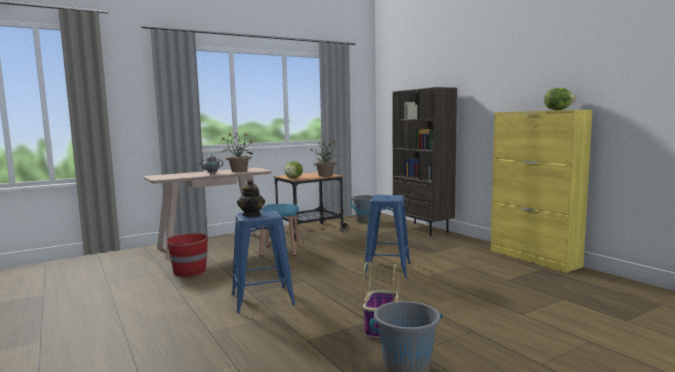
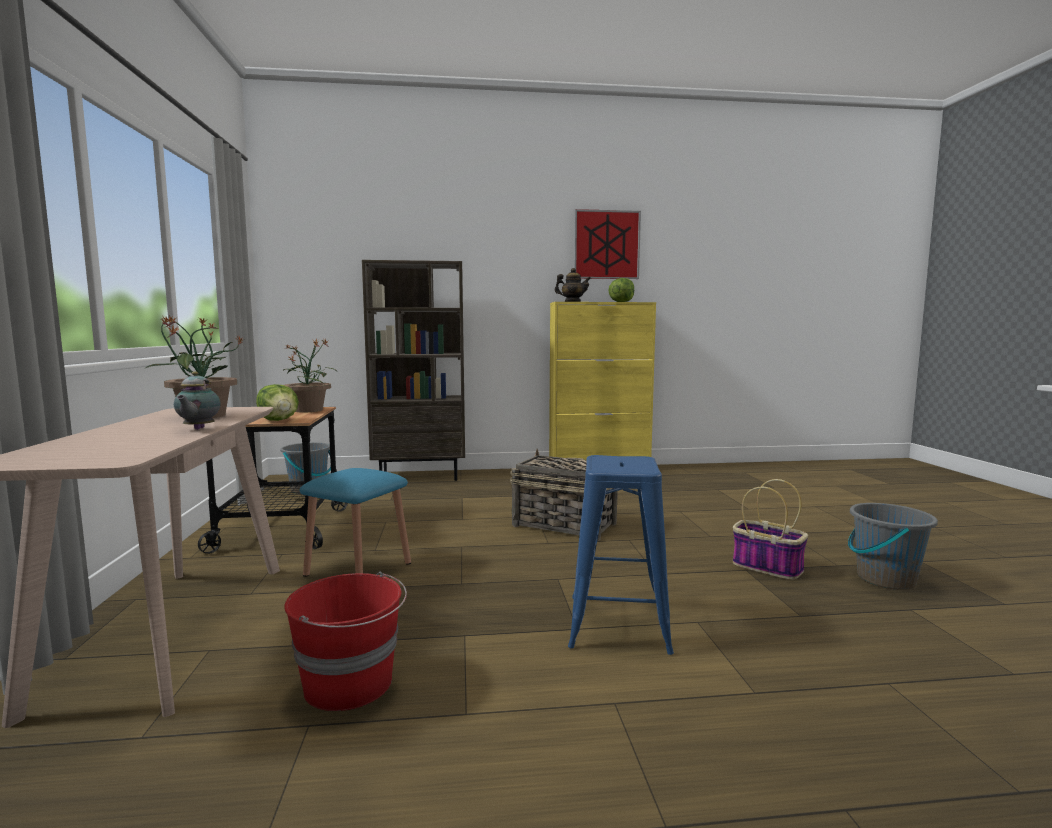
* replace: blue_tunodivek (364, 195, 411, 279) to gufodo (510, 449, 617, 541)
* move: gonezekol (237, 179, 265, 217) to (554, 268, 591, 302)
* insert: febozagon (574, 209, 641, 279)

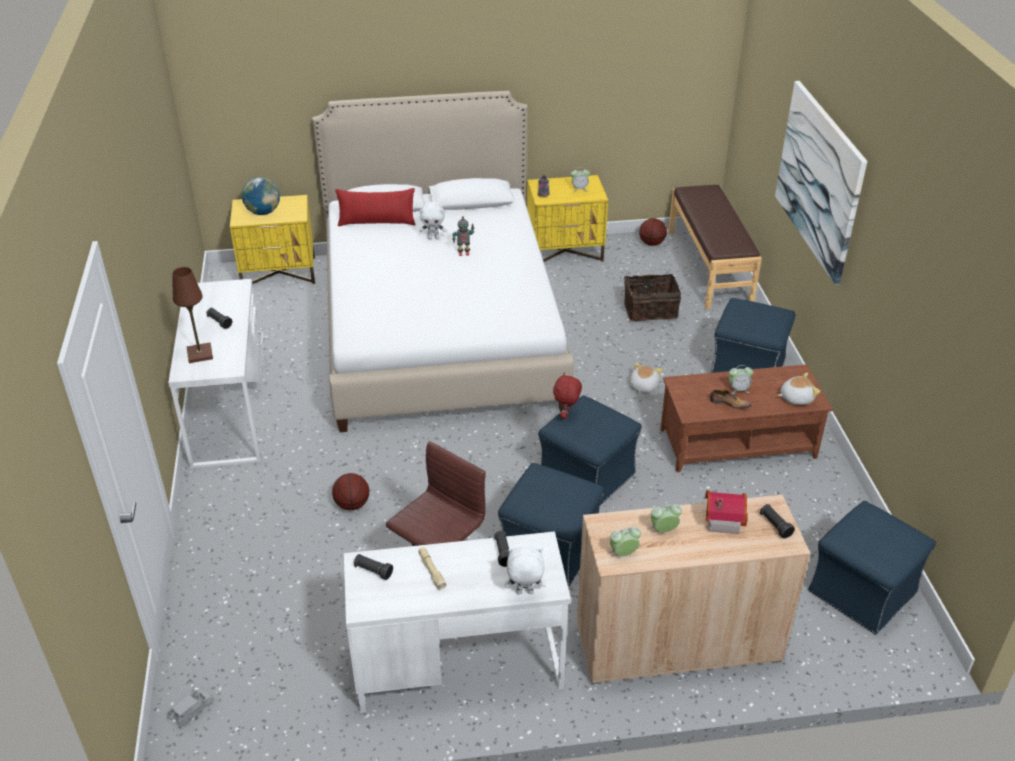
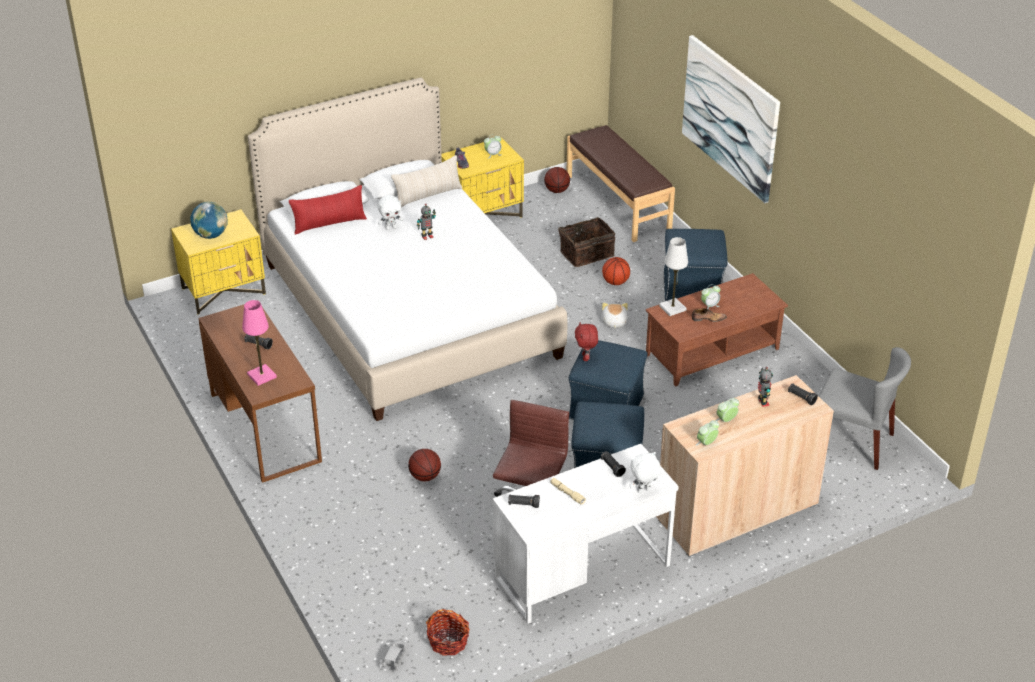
* recolor: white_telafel (168, 279, 266, 468) to brown_telafel (198, 300, 322, 483)
* recolor: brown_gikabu (172, 267, 213, 363) to pink_gikabu (242, 300, 277, 386)
* insert: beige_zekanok (391, 155, 462, 207)
* insert: gufodo (426, 609, 469, 656)
* insert: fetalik (602, 257, 630, 285)
* insert: white_gikabu (659, 237, 688, 316)
* replace: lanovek (705, 490, 748, 534) to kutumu (758, 367, 773, 407)
* replace: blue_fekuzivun (808, 501, 936, 634) to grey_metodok (819, 347, 911, 470)
* delete: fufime (778, 373, 820, 405)

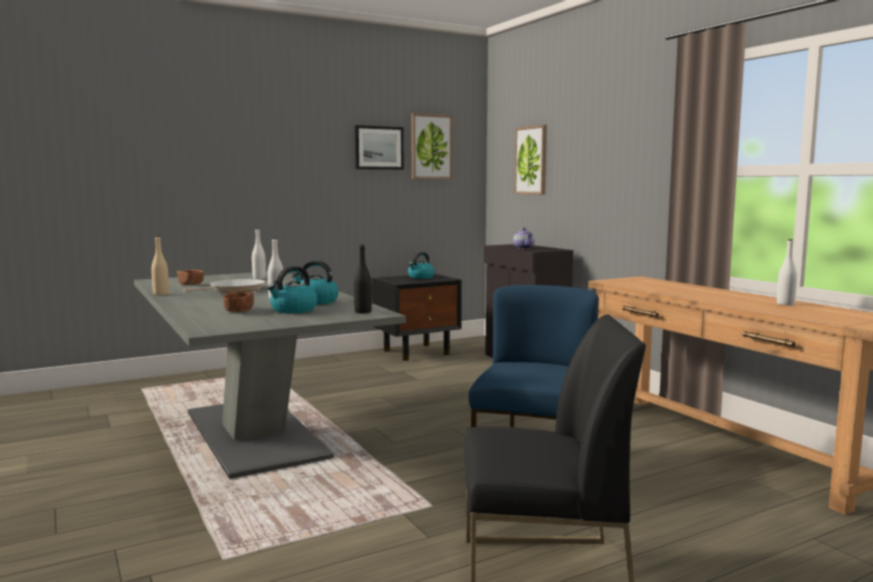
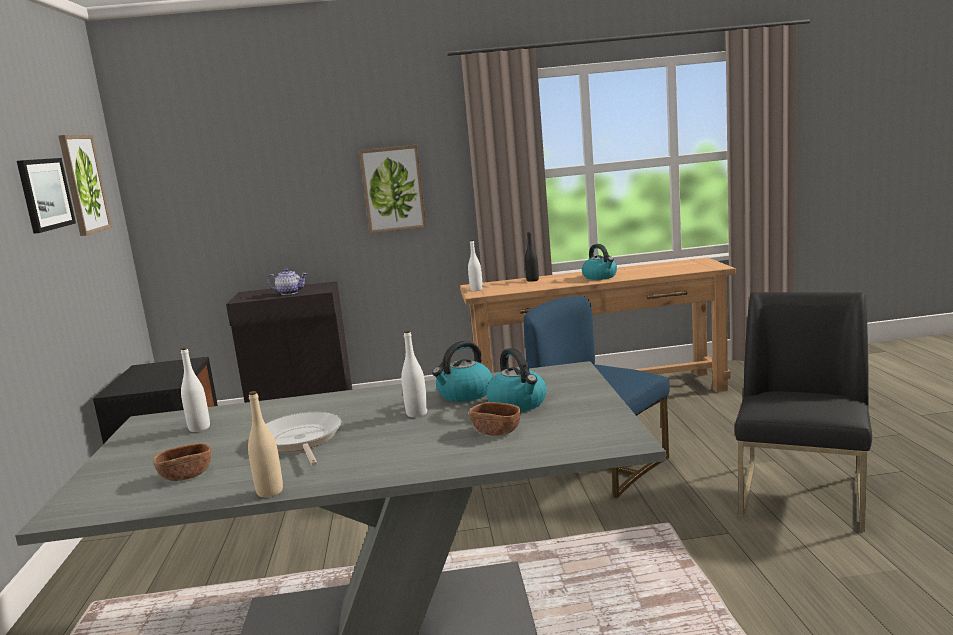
* move: febozagon (514, 125, 547, 195) to (359, 145, 426, 233)
* move: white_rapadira (777, 239, 797, 305) to (468, 240, 483, 291)
* move: black_rapadira (354, 244, 372, 313) to (525, 232, 539, 282)
* move: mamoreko (408, 252, 435, 279) to (582, 244, 617, 280)

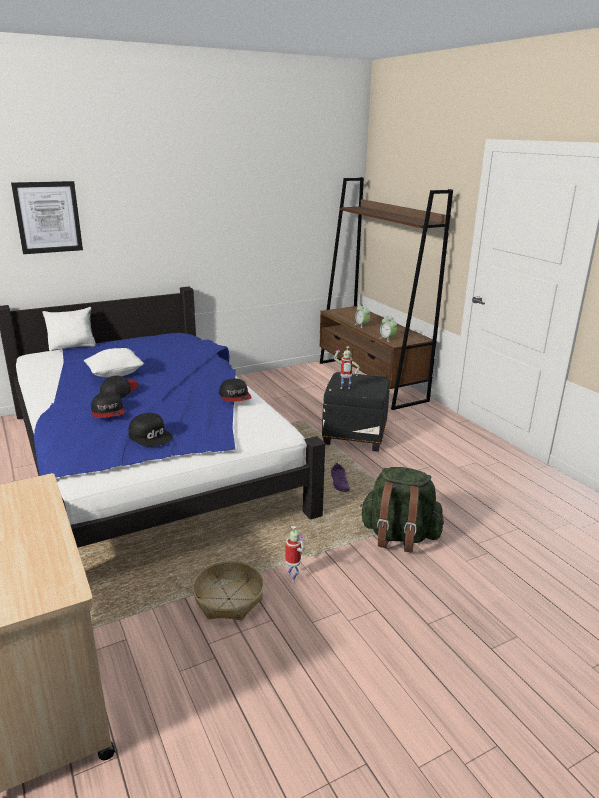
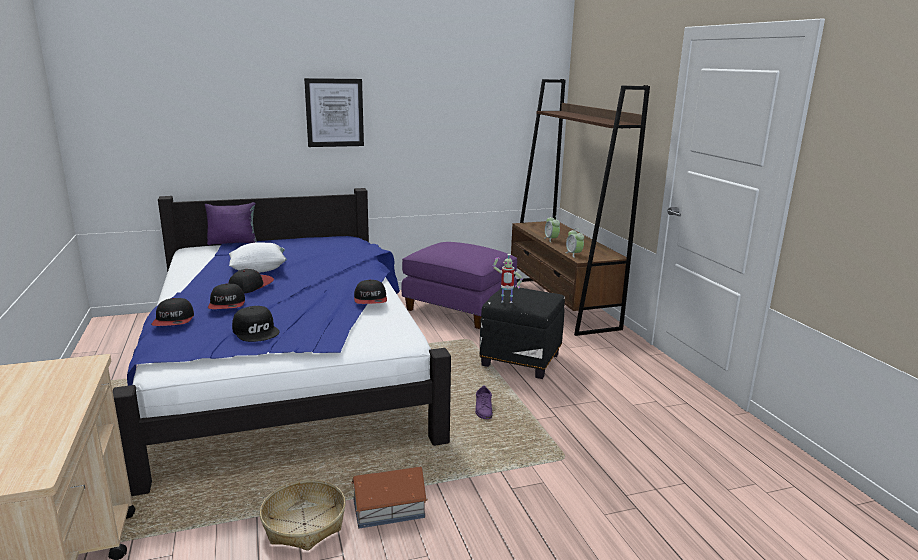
* insert: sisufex (151, 298, 194, 326)
* recolor: white_zekanok (43, 307, 96, 351) to purple_zekanok (205, 202, 257, 245)
* move: febozagon (11, 181, 83, 254) to (304, 78, 364, 147)
* replace: kutumu (285, 526, 306, 582) to lanovek (351, 467, 428, 529)
* insert: purple_fekuzivun (401, 242, 517, 329)
* delete: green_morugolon (360, 467, 444, 552)

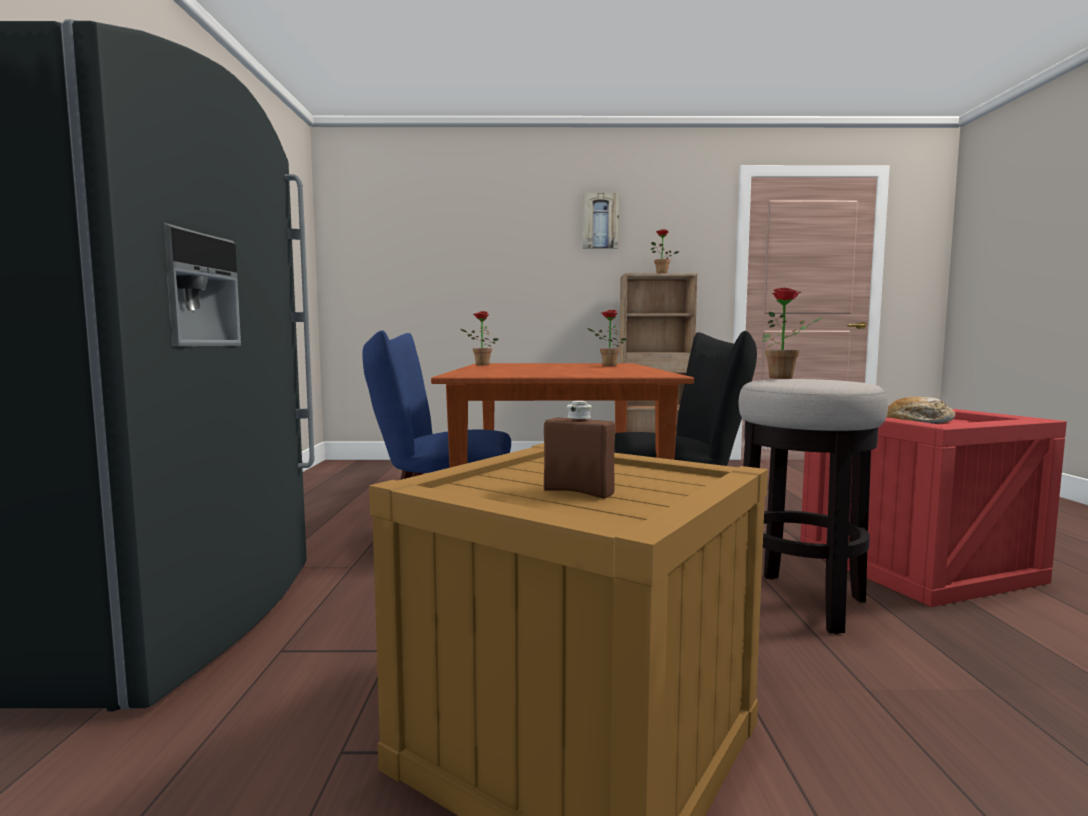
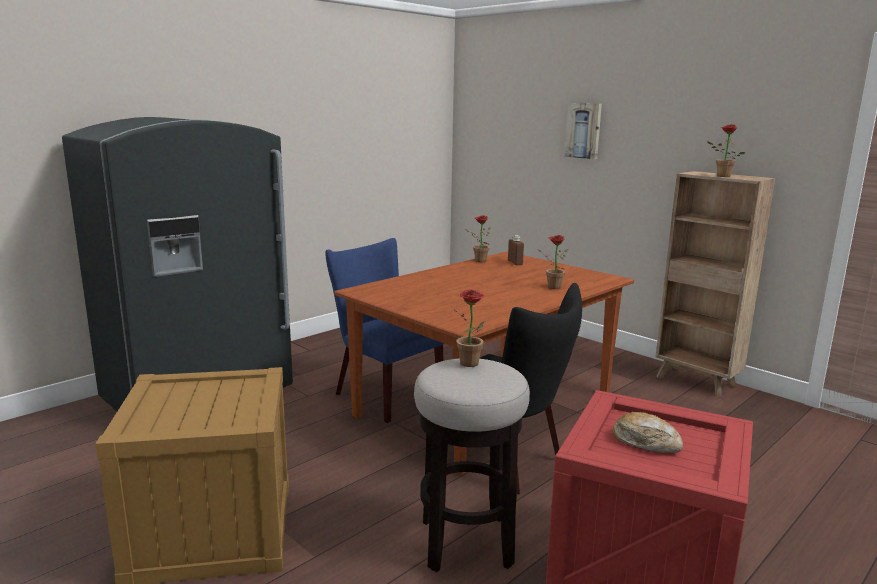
* move: brown_rapadira (544, 401, 615, 498) to (508, 235, 524, 265)
* move: febozagon (583, 193, 619, 249) to (565, 103, 602, 159)

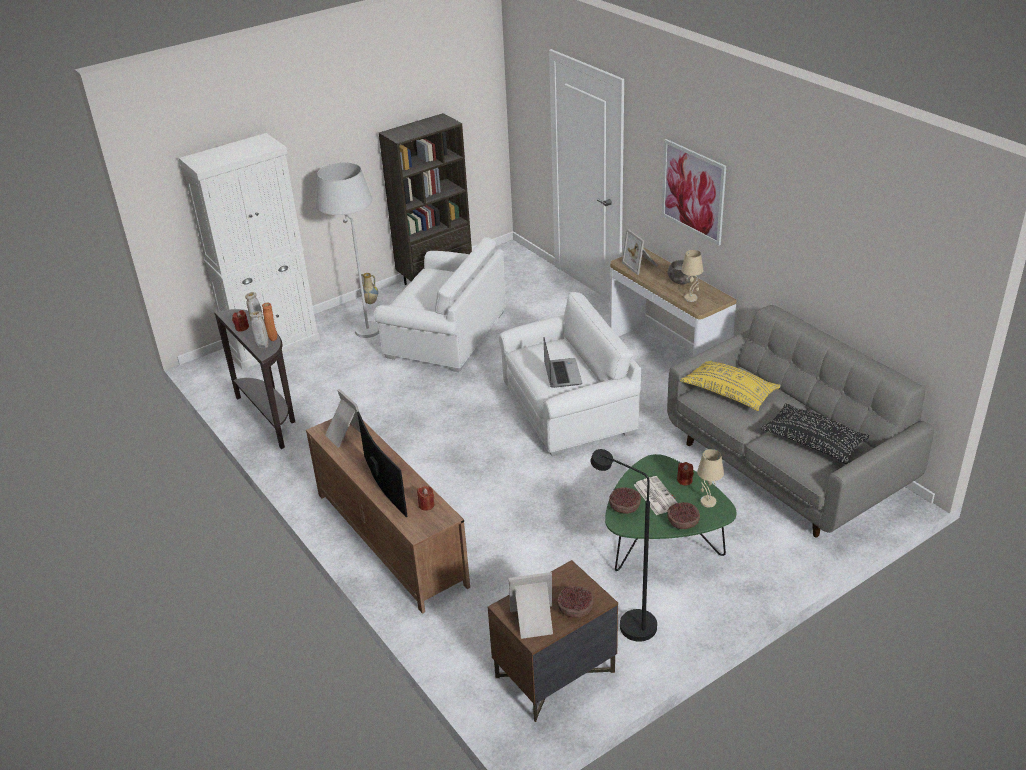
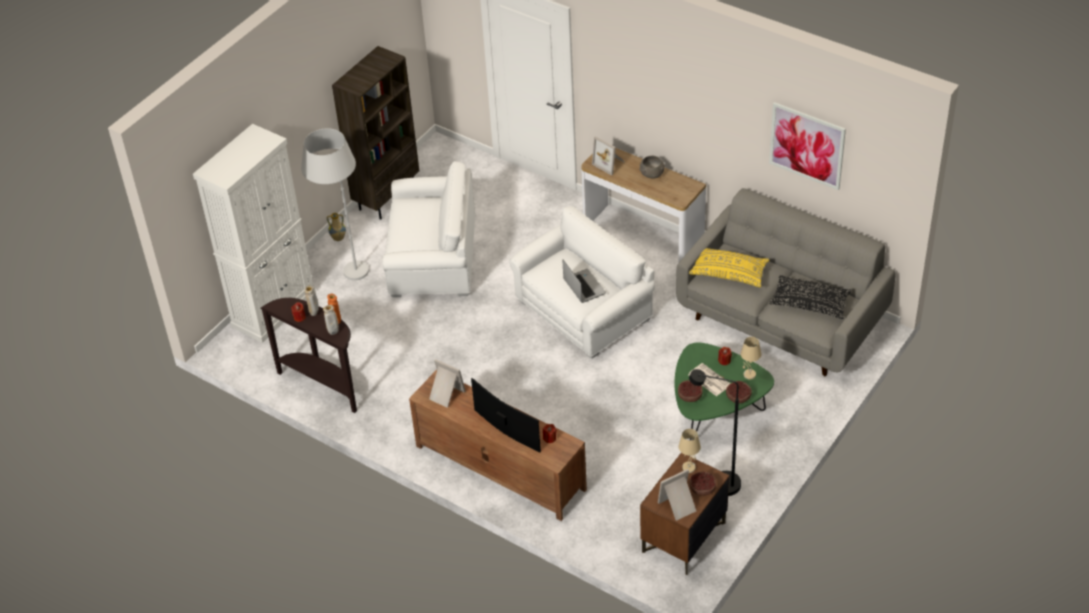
* move: beige_gikabu (681, 250, 703, 302) to (679, 429, 701, 473)
* move: febozagon (662, 139, 726, 245) to (769, 102, 846, 190)

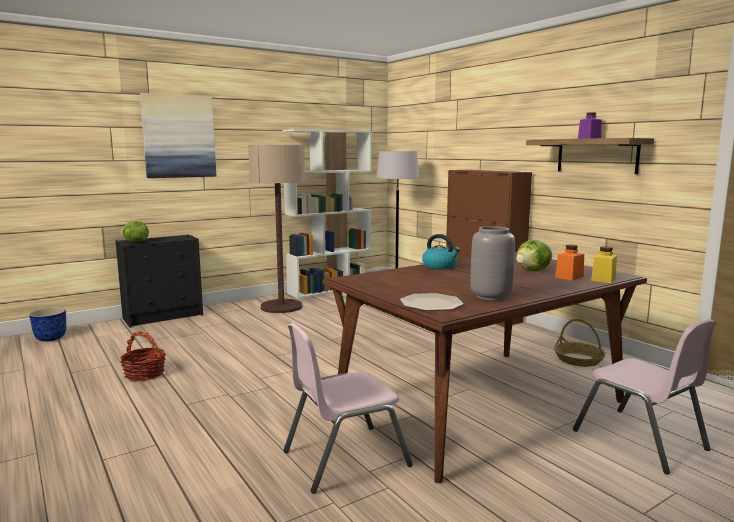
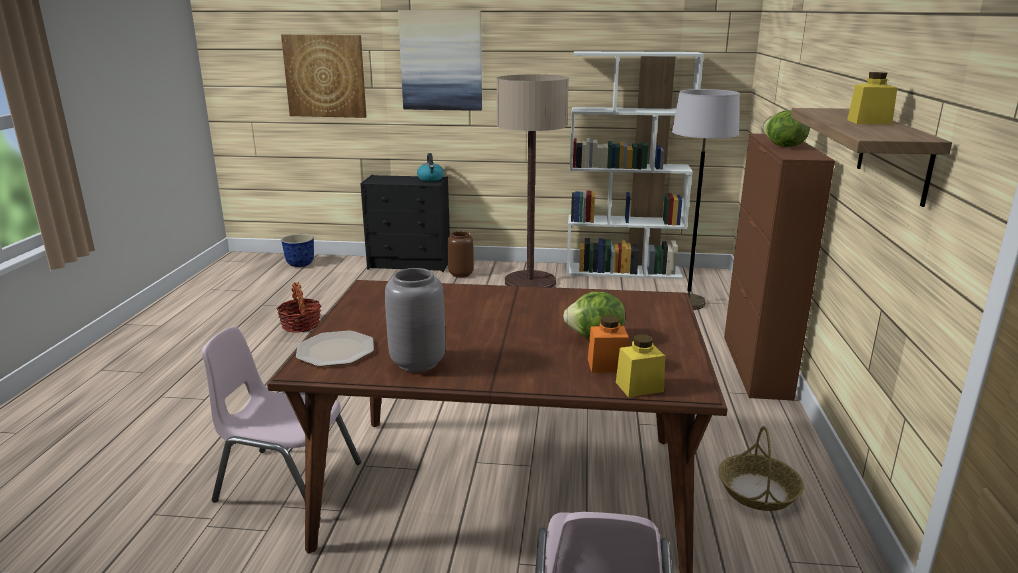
* insert: febozagon (281, 34, 366, 118)
* move: mamoreko (422, 234, 460, 269) to (417, 153, 444, 181)
* insert: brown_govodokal (447, 231, 474, 278)
* move: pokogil (120, 221, 149, 243) to (763, 111, 810, 147)
* recolor: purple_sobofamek (578, 112, 602, 139) to yellow_sobofamek (847, 72, 897, 124)

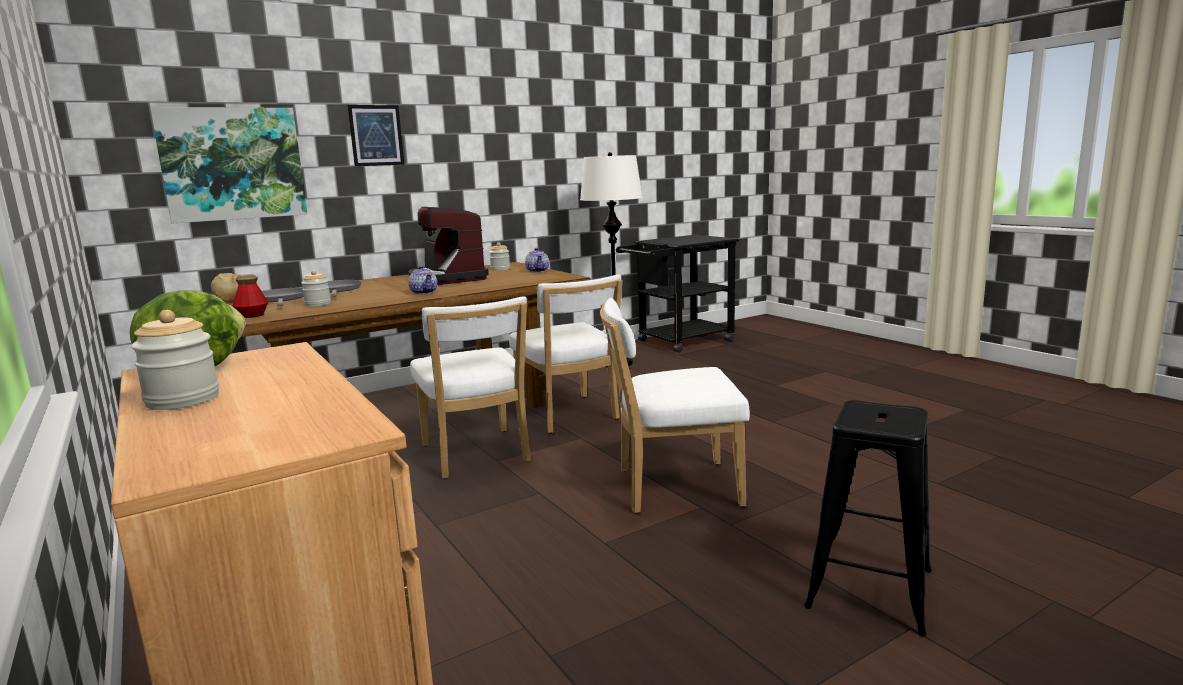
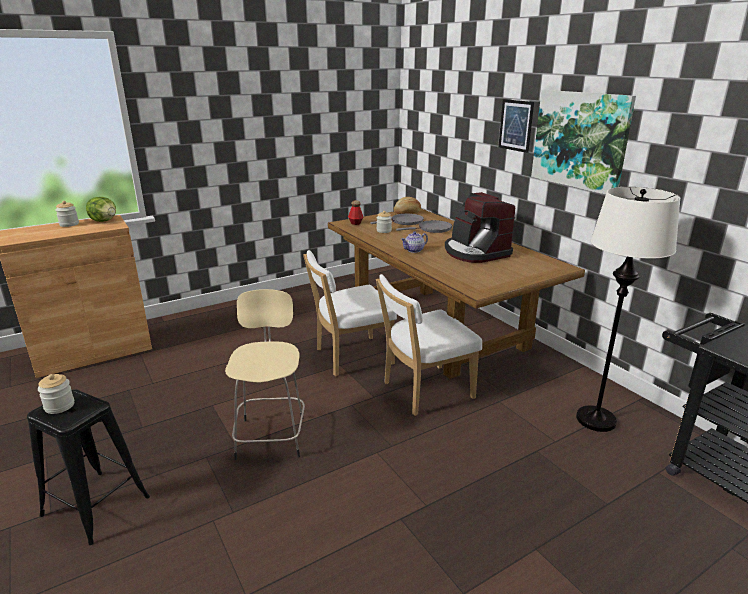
* move: sobofamek (489, 242, 510, 271) to (38, 374, 74, 414)
* replace: white_metodok (600, 298, 750, 513) to beige_tunodivek (225, 289, 305, 460)
* rotate: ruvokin (409, 207, 489, 285) = (445, 192, 515, 263) 90 degrees counterclockwise
* move: febozagon (150, 107, 307, 224) to (531, 90, 636, 194)
* delete: gonezekol (525, 248, 549, 273)

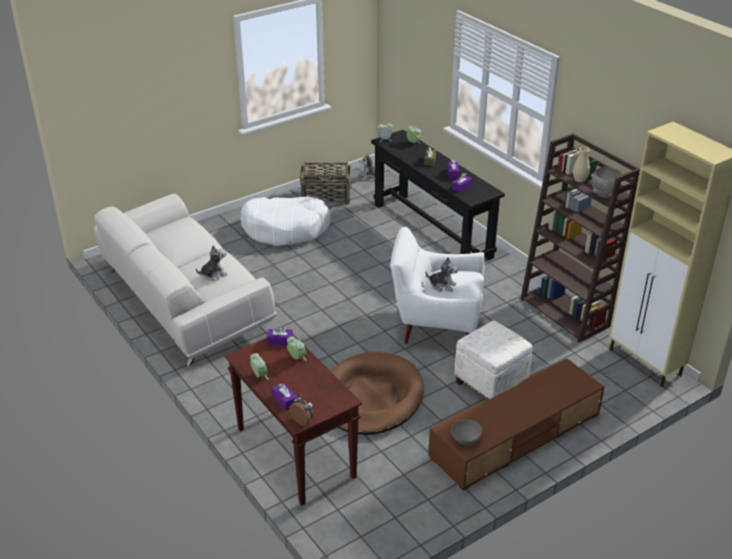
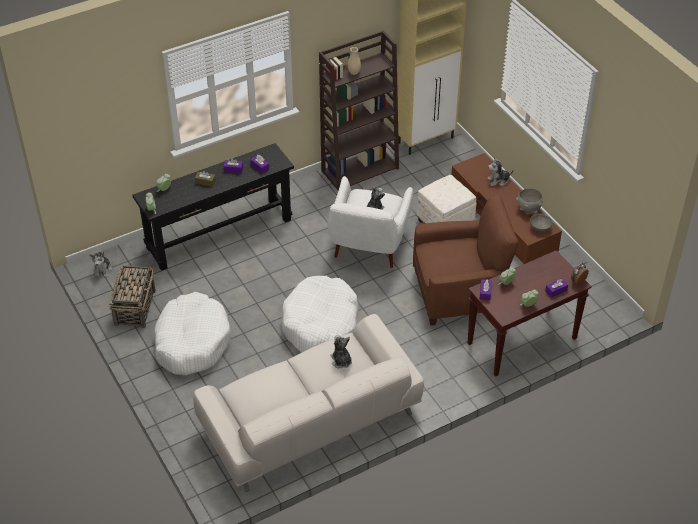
* insert: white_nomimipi (281, 276, 359, 353)
* replace: brown_nomimipi (331, 352, 424, 435) to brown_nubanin (413, 194, 518, 326)
* insert: fufime (487, 157, 513, 186)
* move: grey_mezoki (591, 167, 624, 198) to (516, 188, 543, 214)

